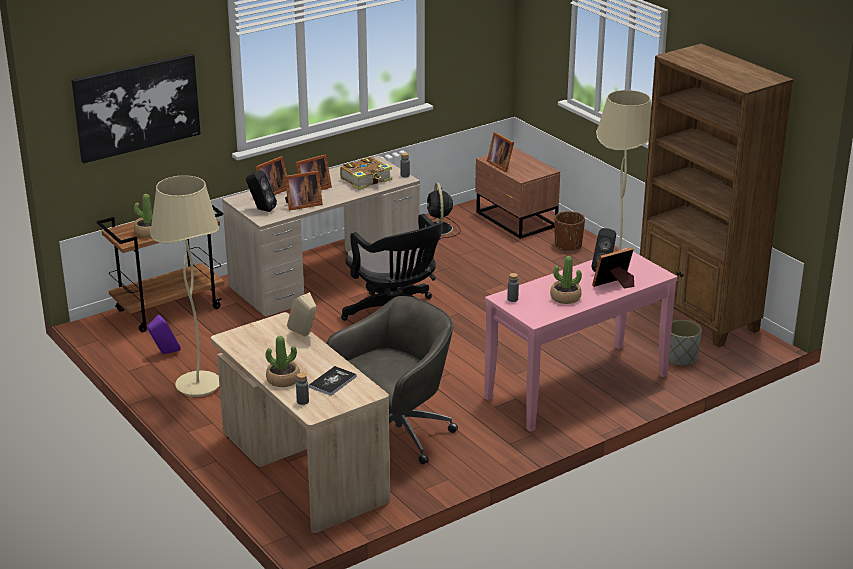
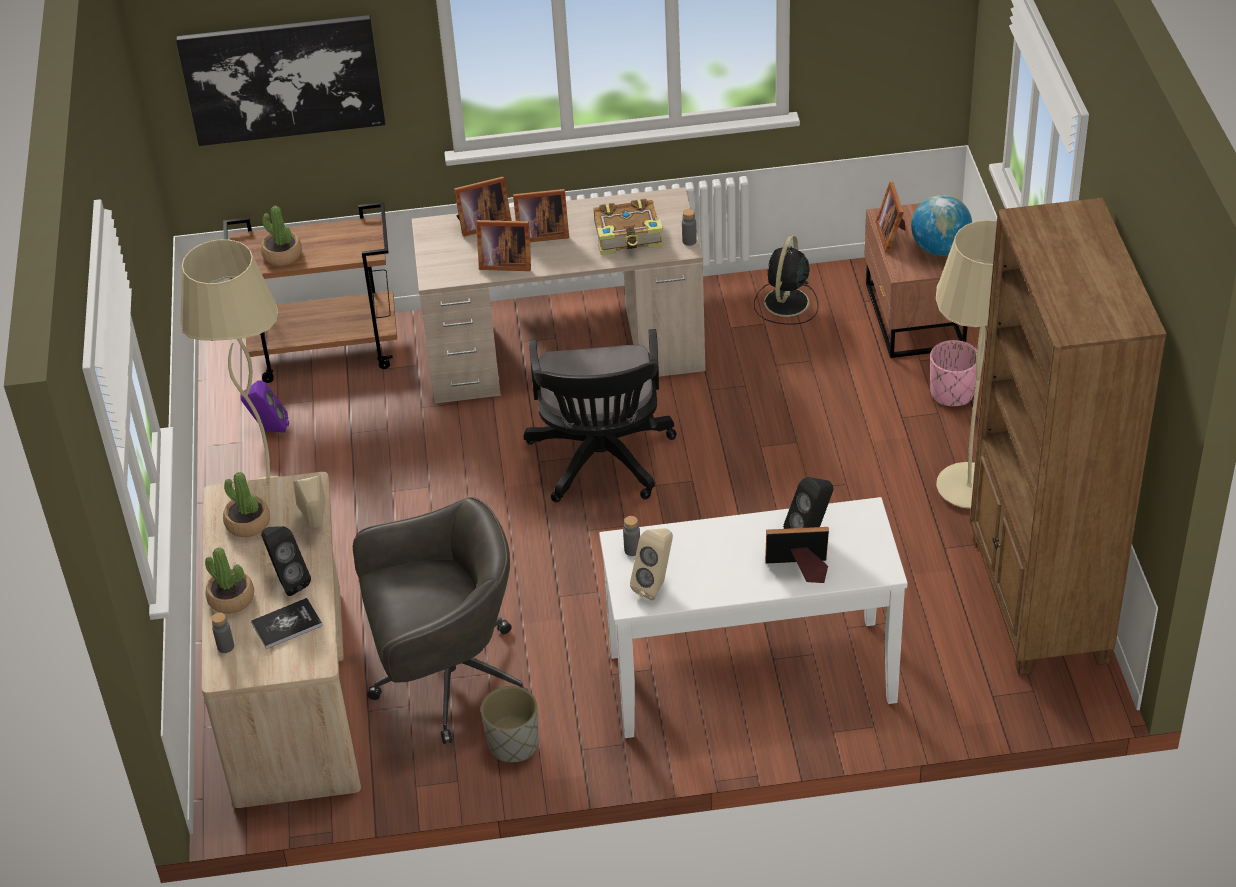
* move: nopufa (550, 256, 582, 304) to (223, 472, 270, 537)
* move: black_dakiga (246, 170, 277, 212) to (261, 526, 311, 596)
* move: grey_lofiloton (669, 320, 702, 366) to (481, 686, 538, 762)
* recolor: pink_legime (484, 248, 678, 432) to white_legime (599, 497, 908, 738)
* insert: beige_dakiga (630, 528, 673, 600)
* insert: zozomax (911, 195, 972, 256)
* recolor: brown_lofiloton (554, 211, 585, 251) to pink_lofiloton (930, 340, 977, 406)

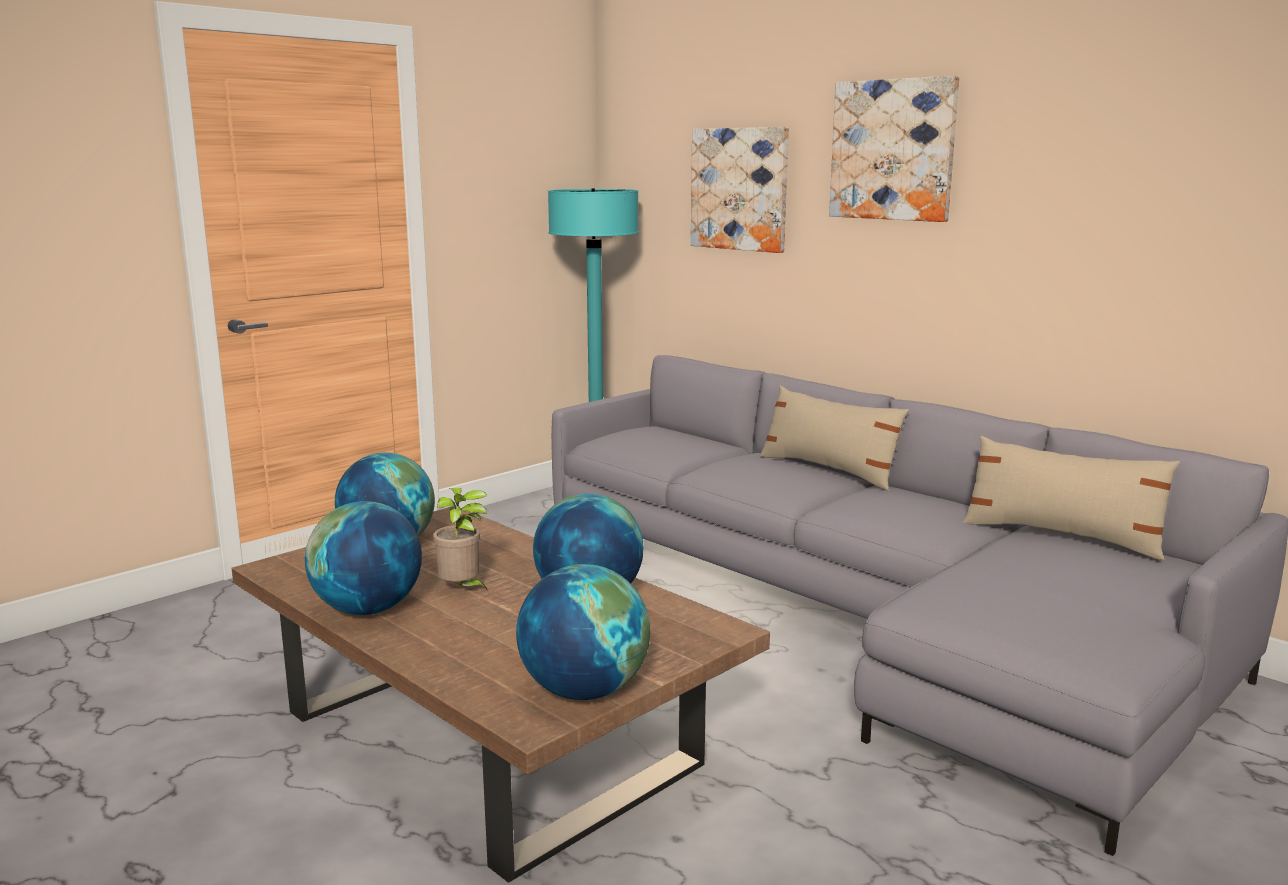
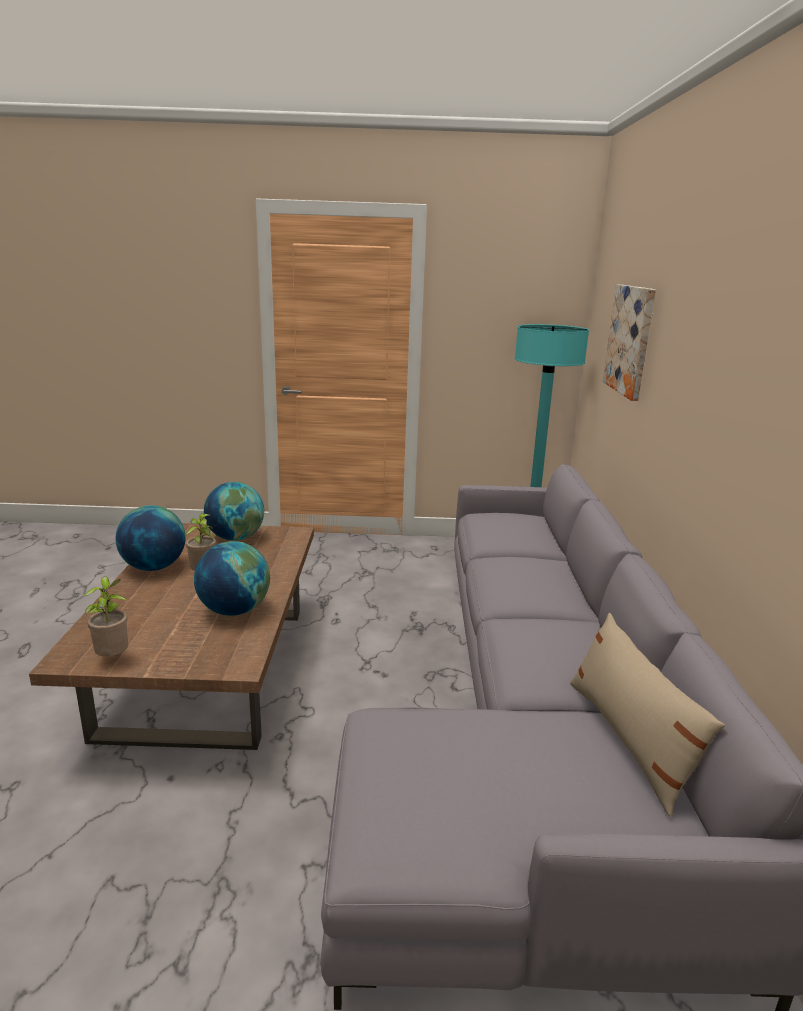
* replace: zozomax (516, 564, 650, 700) to nopufa (84, 576, 128, 657)
* delete: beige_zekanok (759, 385, 909, 490)
* delete: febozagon (829, 75, 959, 222)

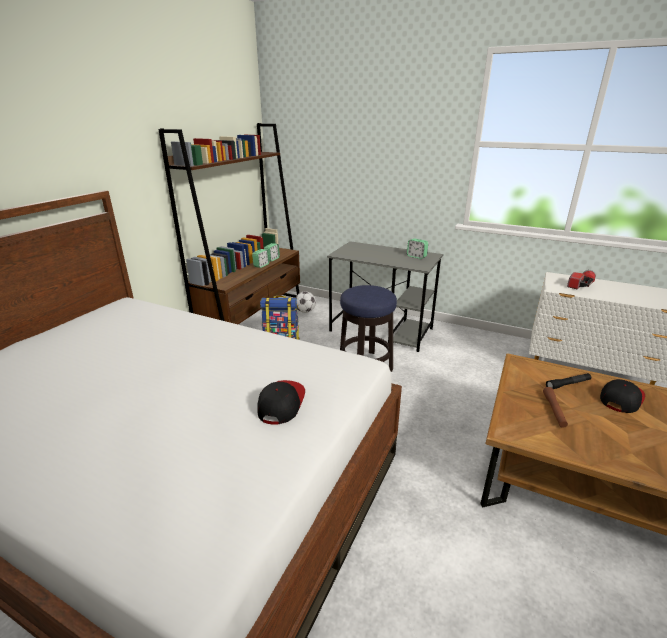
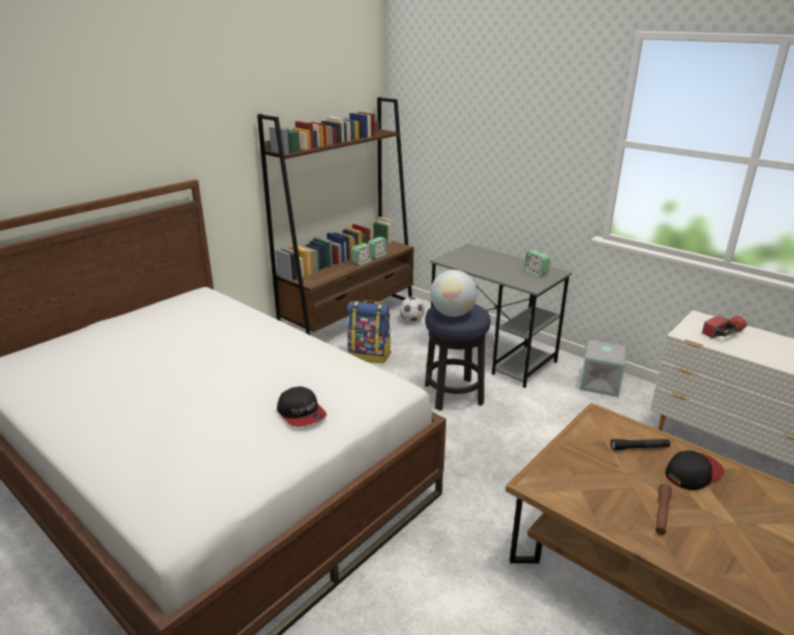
* rotate: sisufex (257, 380, 305, 425) = (277, 386, 327, 427) 120 degrees clockwise
* insert: zozomax (430, 270, 477, 317)
* insert: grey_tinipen (580, 340, 629, 397)
* move: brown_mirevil (543, 387, 568, 428) to (656, 483, 672, 535)

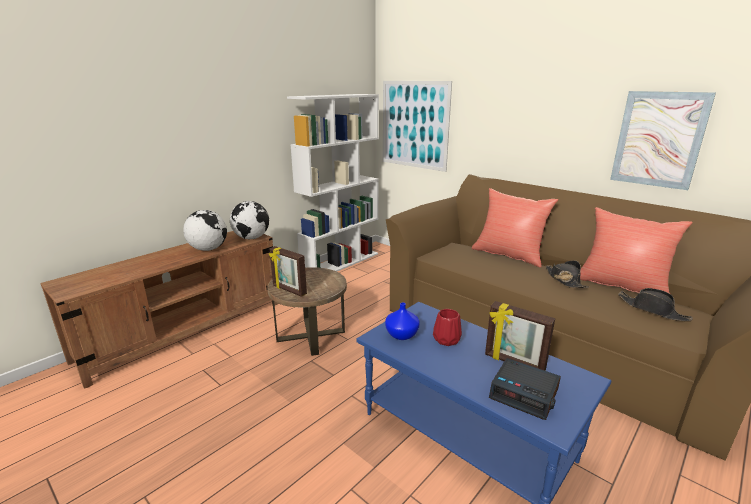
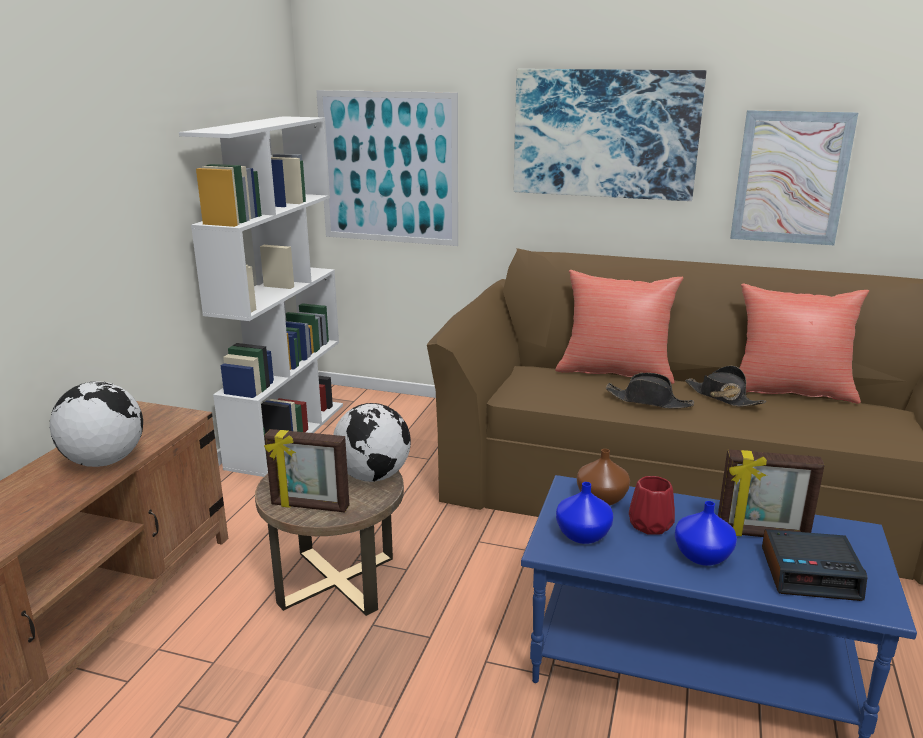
* move: zozomax (230, 201, 269, 239) to (333, 403, 411, 482)
* insert: febozagon (514, 69, 706, 201)
* insert: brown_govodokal (577, 449, 630, 506)
* move: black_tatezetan (618, 288, 693, 321) to (606, 373, 694, 409)
* insert: blue_govodokal (675, 501, 737, 566)

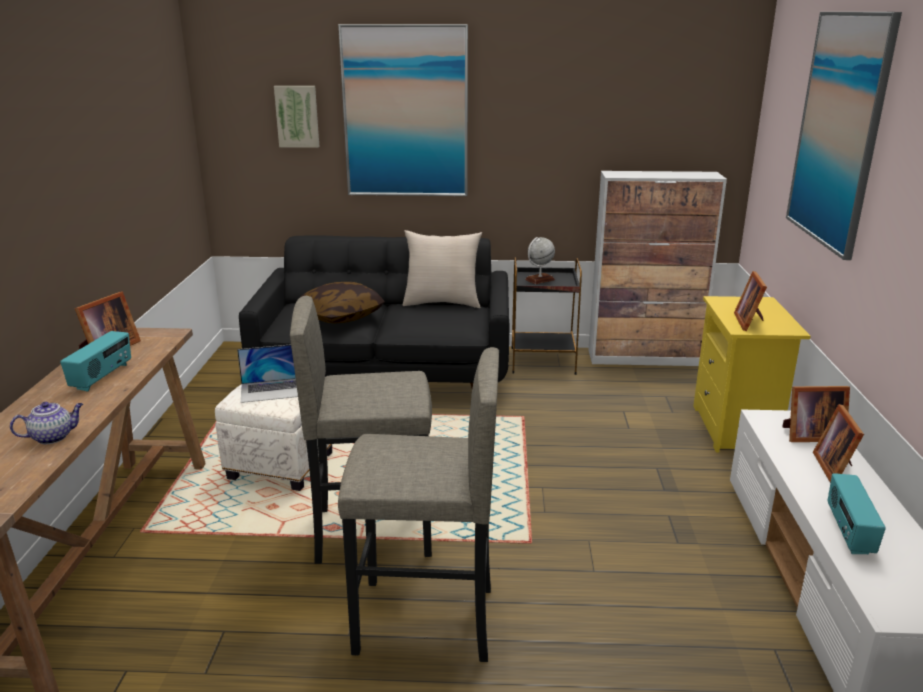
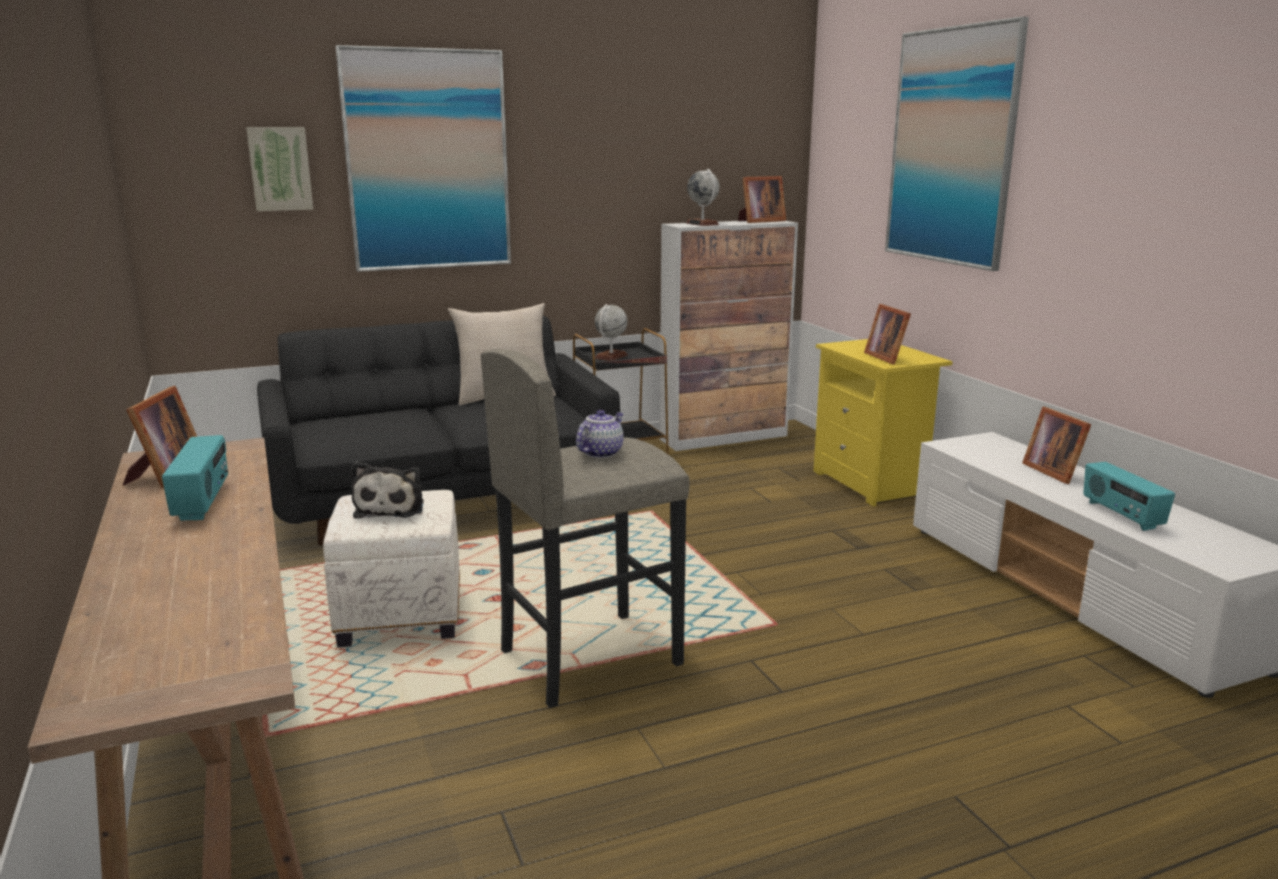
* replace: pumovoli (237, 344, 298, 403) to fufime (351, 461, 424, 518)
* move: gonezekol (10, 402, 83, 444) to (576, 410, 624, 458)
* insert: zozomax (686, 169, 720, 226)
* move: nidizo (782, 386, 850, 442) to (738, 176, 786, 223)
* delete: zekanok (301, 282, 385, 324)
* delete: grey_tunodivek (338, 347, 499, 662)

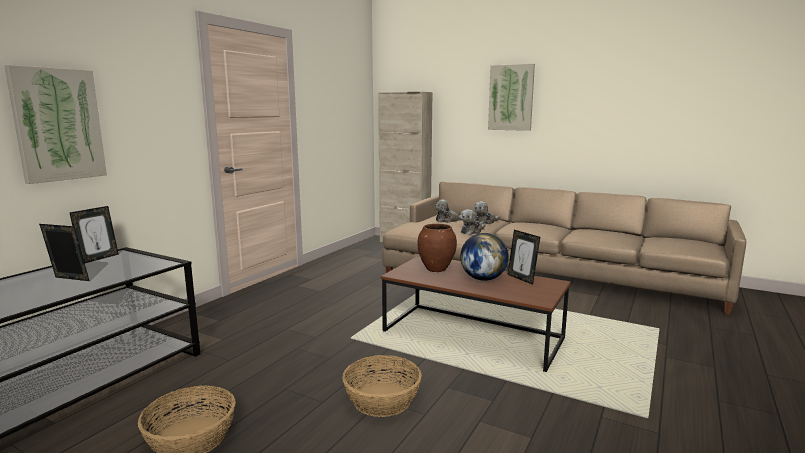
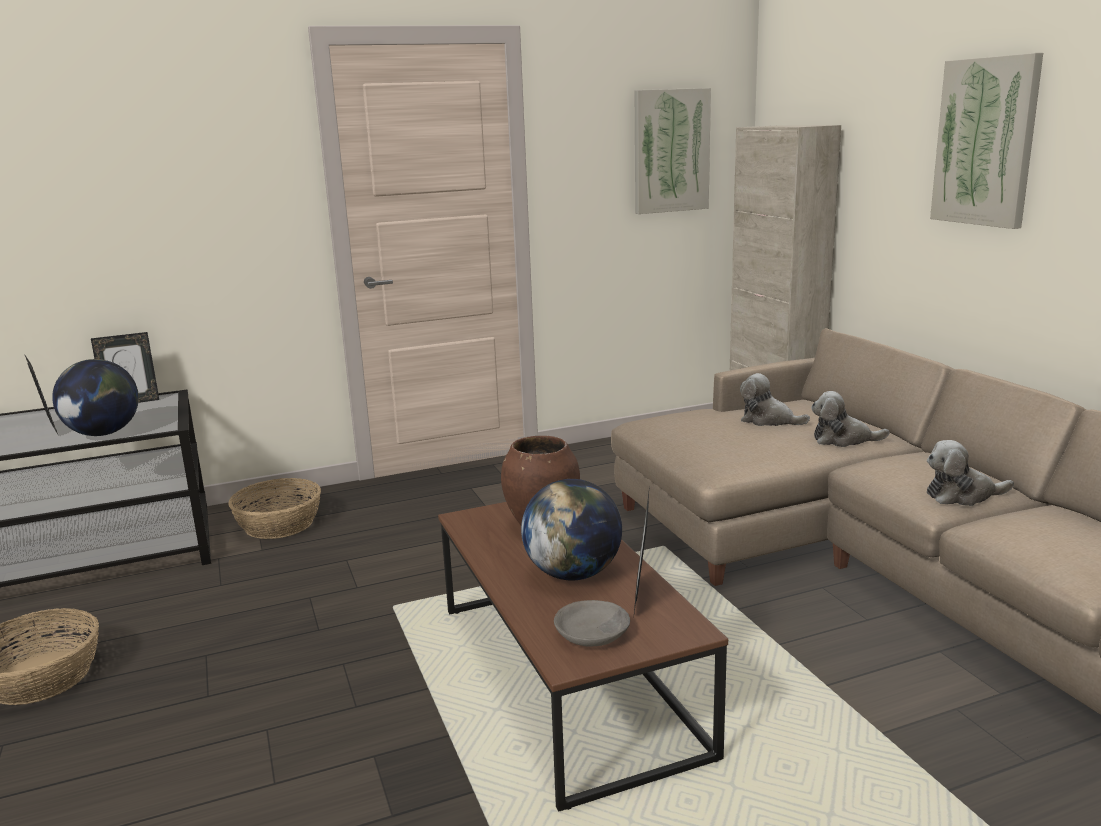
* insert: zozomax (52, 359, 139, 436)
* move: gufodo (342, 355, 422, 417) to (229, 478, 321, 539)
* insert: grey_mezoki (554, 600, 630, 646)
* move: febozagon (4, 65, 107, 184) to (635, 88, 711, 214)
* move: fufime (460, 209, 486, 235) to (927, 440, 1014, 506)

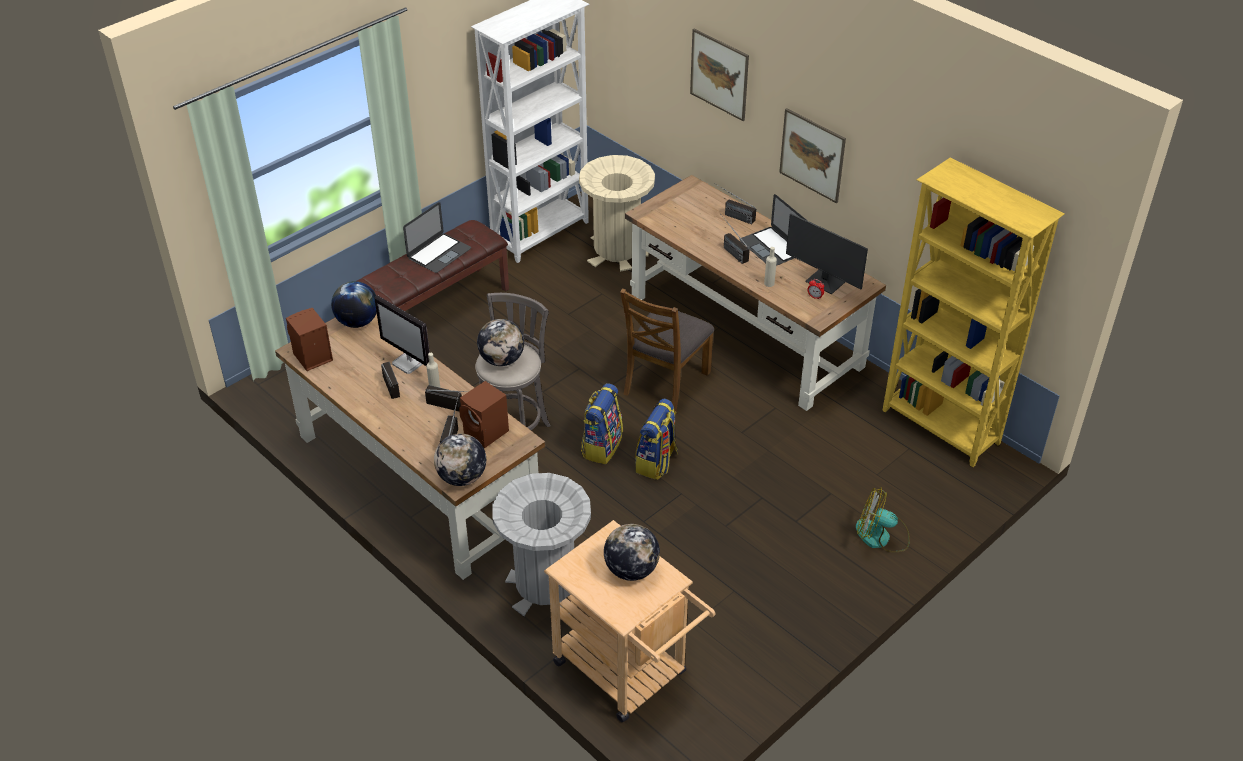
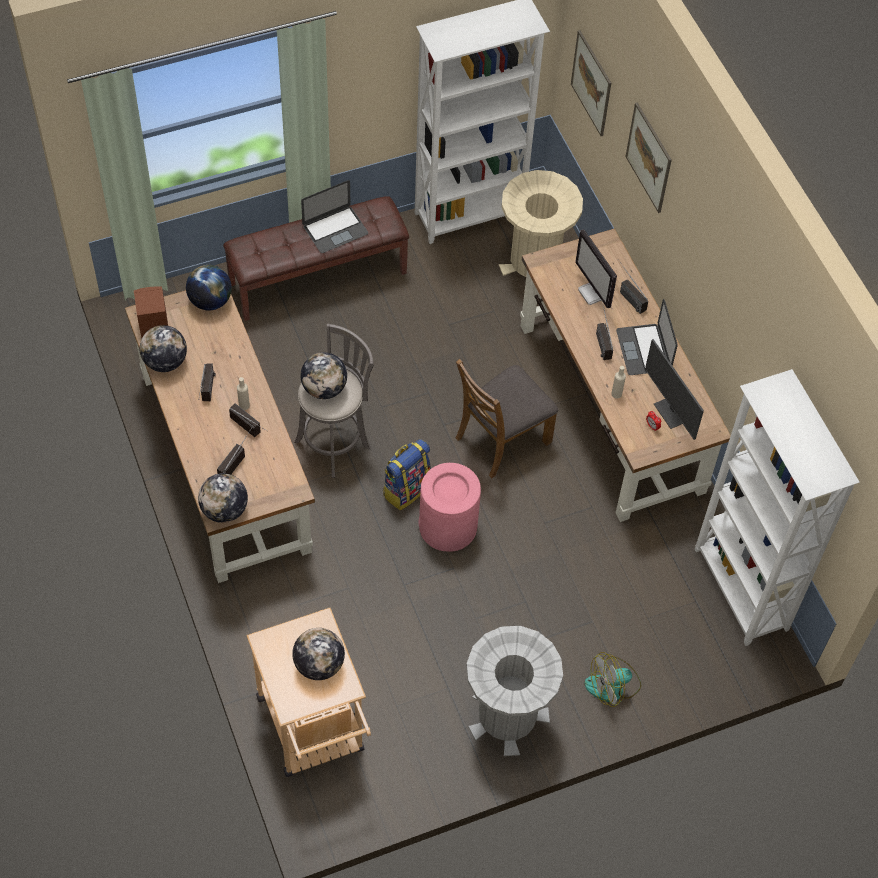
* insert: zozomax (140, 325, 187, 372)
* replace: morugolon (635, 399, 678, 480) to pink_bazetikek (418, 463, 481, 552)
* move: grey_bazetikek (493, 473, 591, 616) to (467, 626, 563, 756)
* move: febozagon (779, 108, 846, 203) to (571, 30, 611, 136)
* move: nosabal (374, 295, 430, 374) to (575, 229, 617, 308)
* rotate: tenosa (856, 487, 910, 552) = (584, 652, 641, 707) 60 degrees counterclockwise
* recolor: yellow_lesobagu (882, 157, 1065, 467) to white_lesobagu (695, 369, 860, 646)
* delete: brown_dakiga (459, 381, 509, 448)

